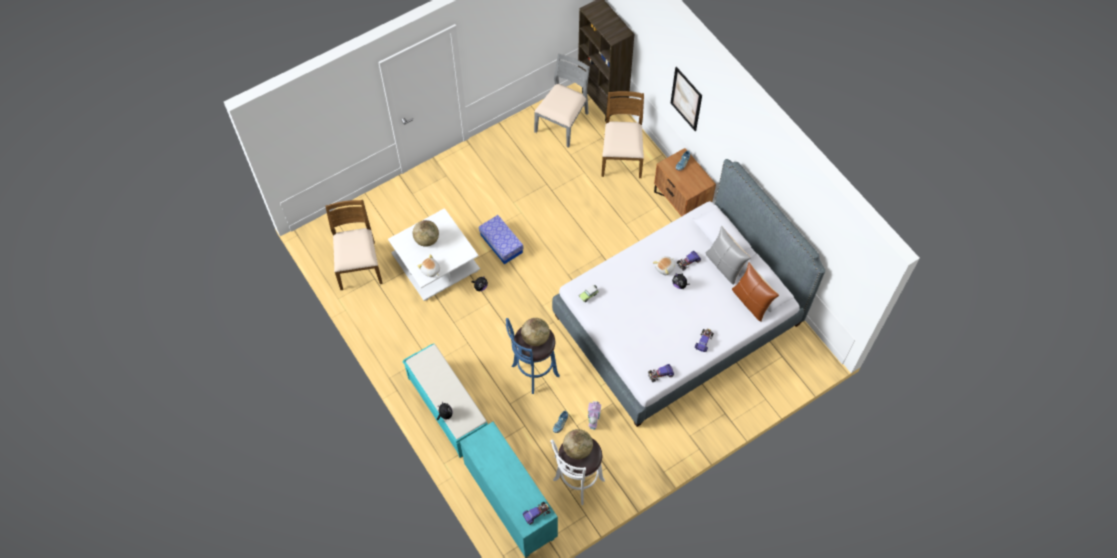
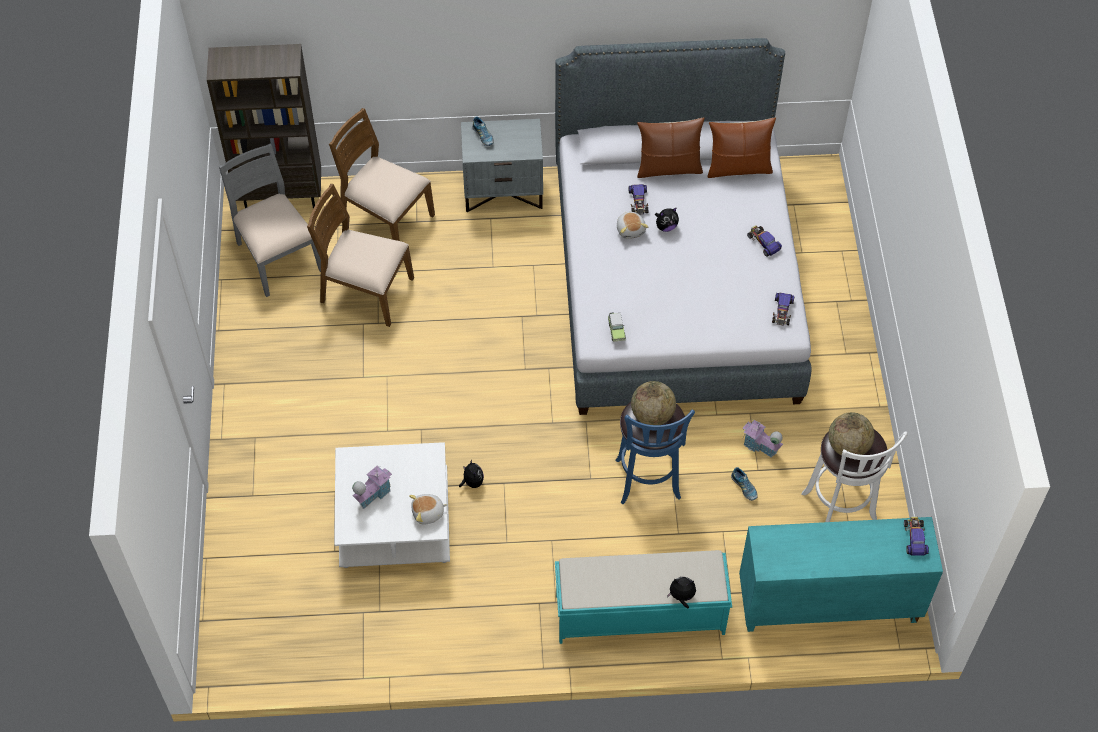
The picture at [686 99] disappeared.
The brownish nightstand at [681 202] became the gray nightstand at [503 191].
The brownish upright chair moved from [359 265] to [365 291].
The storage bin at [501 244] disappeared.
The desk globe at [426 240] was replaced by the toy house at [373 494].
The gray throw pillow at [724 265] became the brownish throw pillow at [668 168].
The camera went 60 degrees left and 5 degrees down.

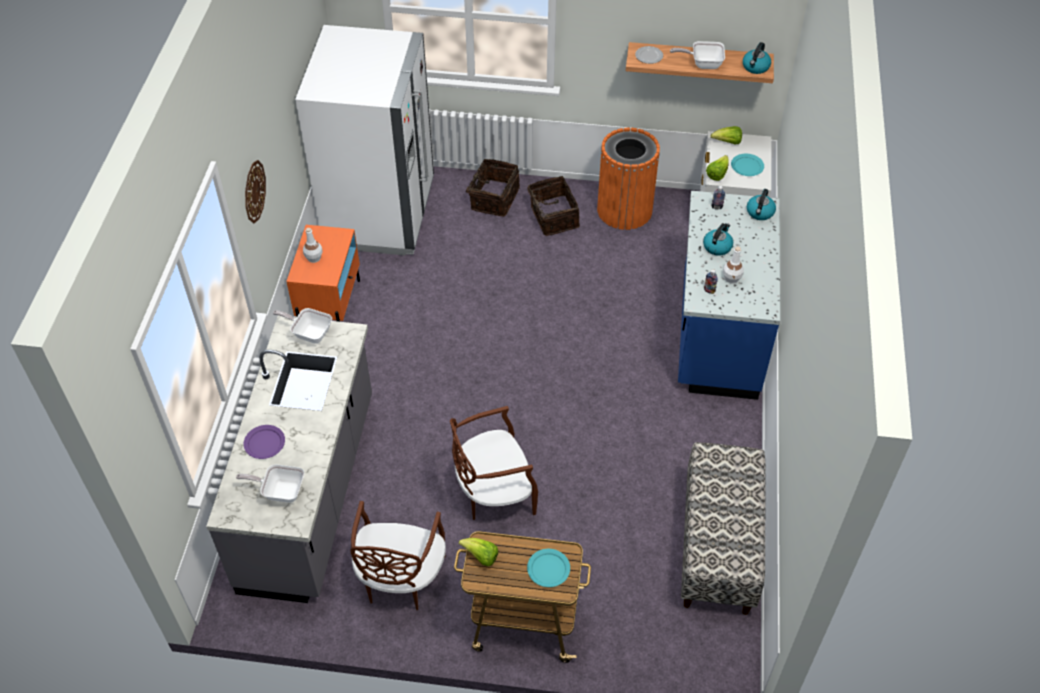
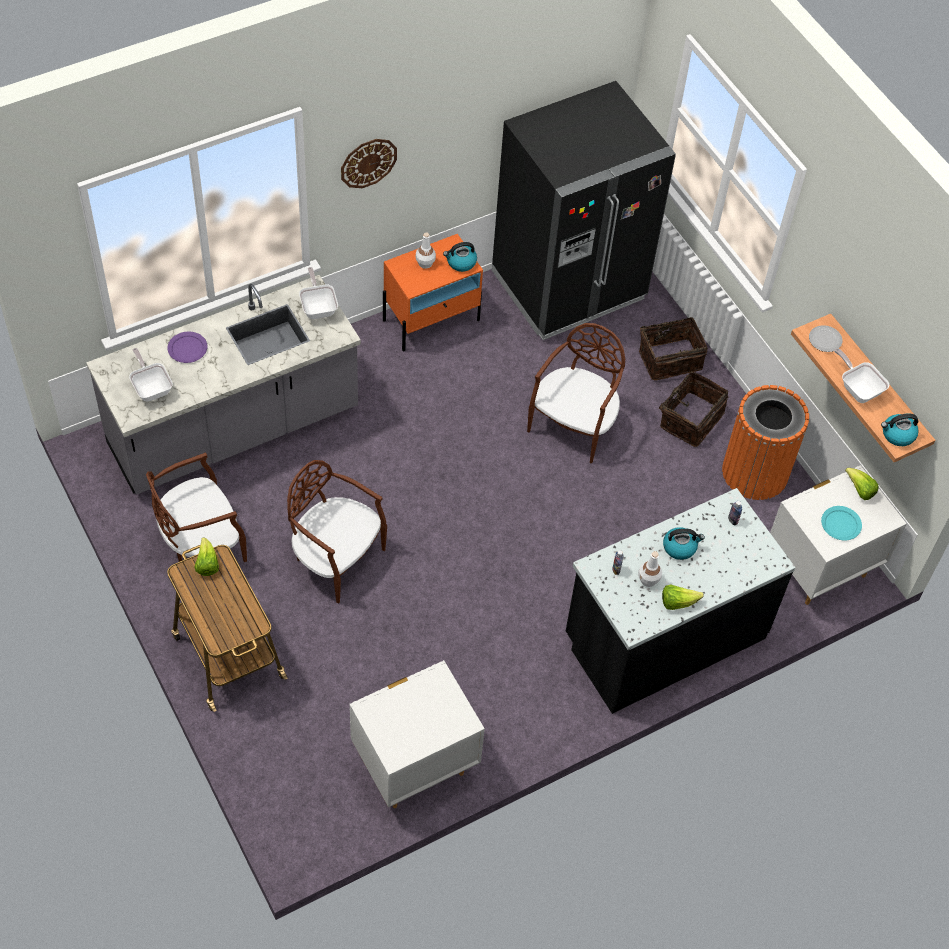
The white-coloured fridge at [380 214] became the black fridge at [568 286].
The head of lettuce moved from [717 174] to [677 602].
The kettle moved from [760 212] to [461 262].
The bluish counter at [717 334] became the black counter at [663 637].
The indoor bench at [718 546] was replaced by the white-coloured nightstand at [414 766].
The blue-green dinner plate at [548 569] disappeared.
The brownish upright chair at [574 425] appeared.
The camera went 50 degrees right and 5 degrees up.

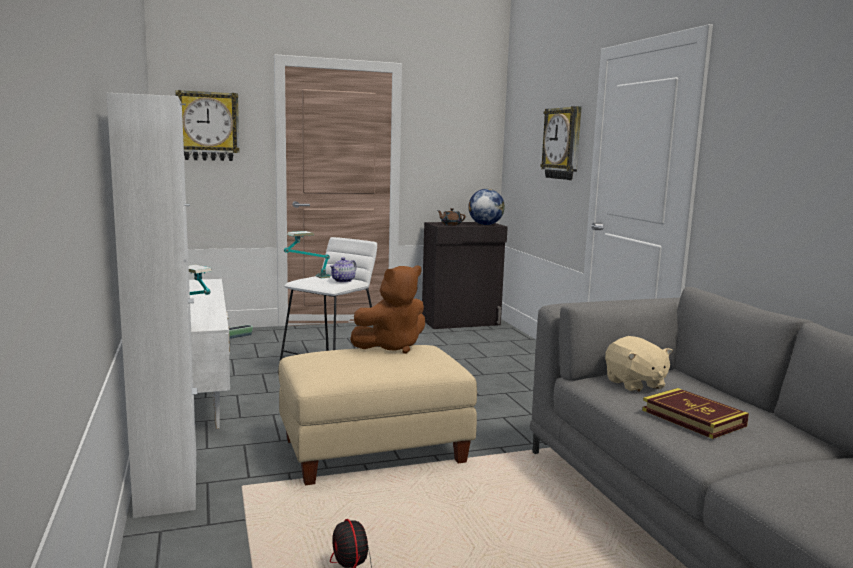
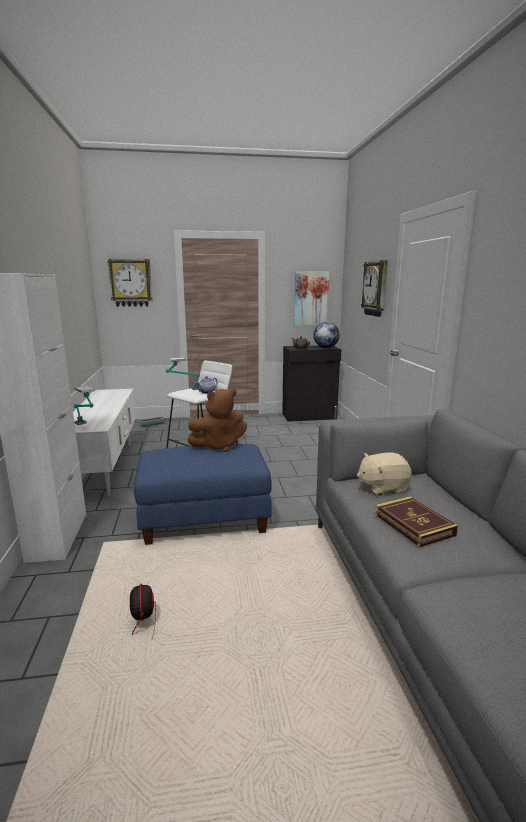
The sand-coloured soft toy at [634 384] turned 90 degrees clockwise.
The sand-coloured footrest at [373 452] became the bluish footrest at [204 519].
The picture at [311 298] appeared.
The camera went 10 degrees right and 5 degrees up.

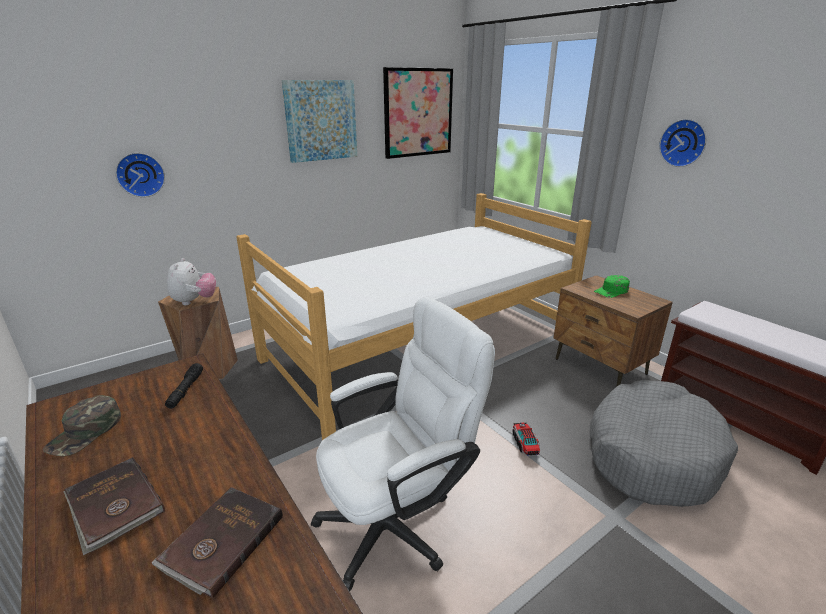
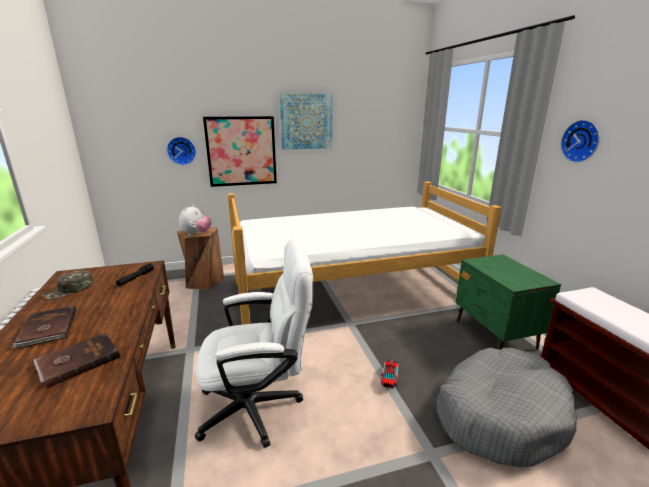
The picture moved from [418 113] to [241 151].
The brownish nightstand at [600 367] became the green nightstand at [495 335].
The green cap at [611 291] disappeared.
The camera went 20 degrees right and 5 degrees down.

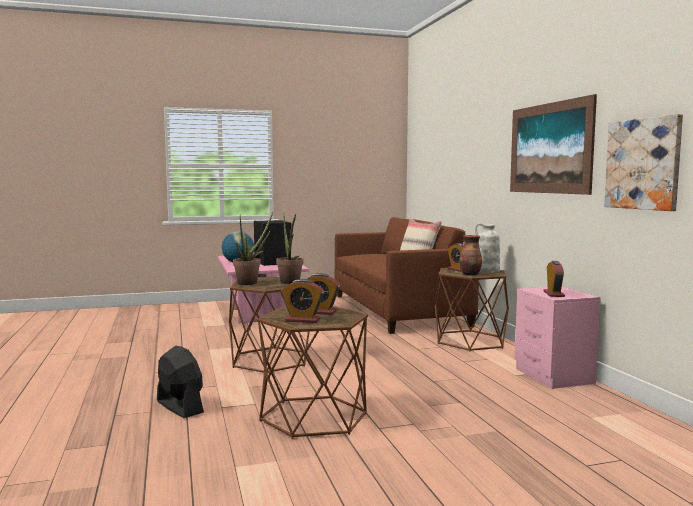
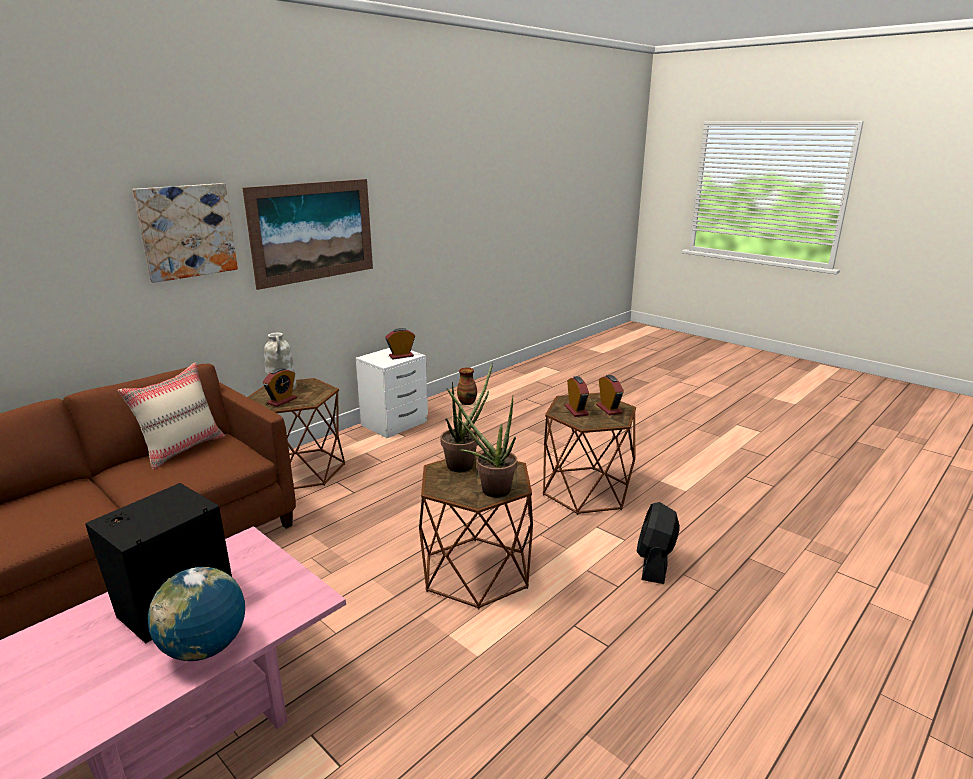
The picture moved from [643 164] to [187 231].
The decorative vase moved from [470 274] to [467 402].
The pinkish nightstand at [553 376] became the white-coloured nightstand at [396 423].
The camera went 120 degrees left and 15 degrees up.

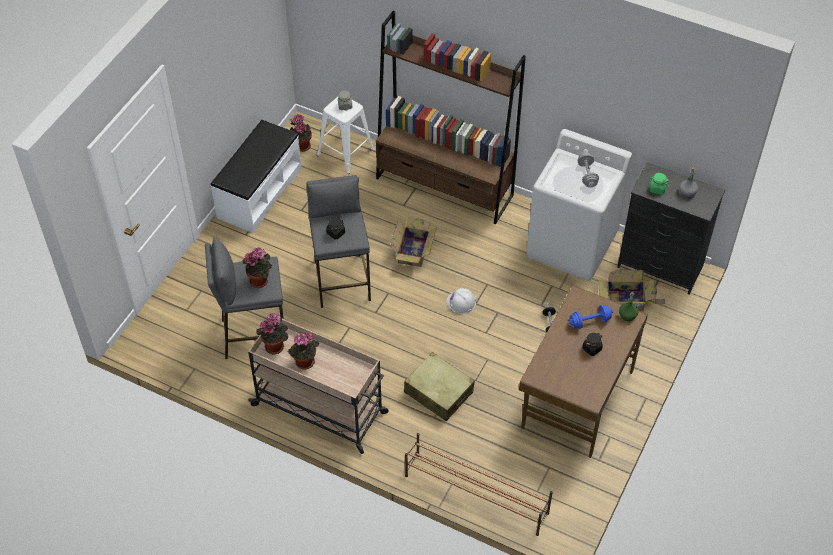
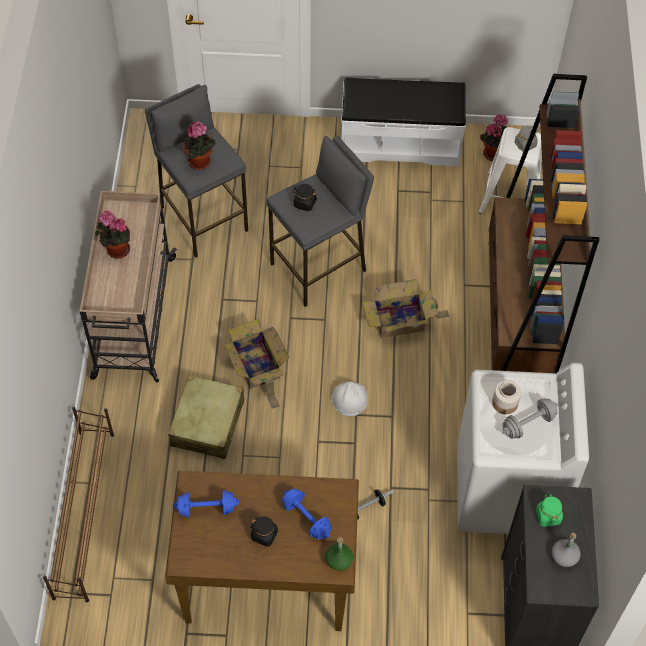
The carton moved from [626 301] to [256 367].
The plant in a pot at [275 345] disappeared.
The preserve jar at [504 403] appeared.
The bluish free weight at [206 508] appeared.
The camera went 65 degrees right and 5 degrees up.

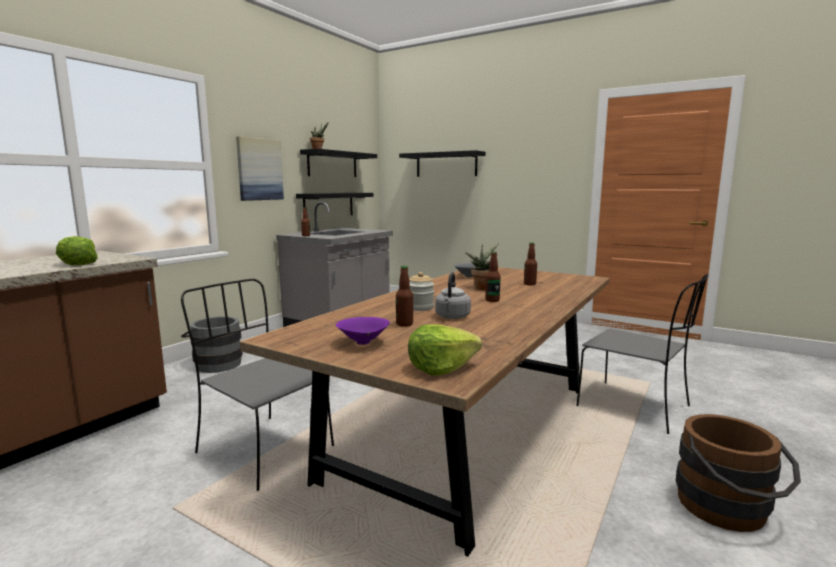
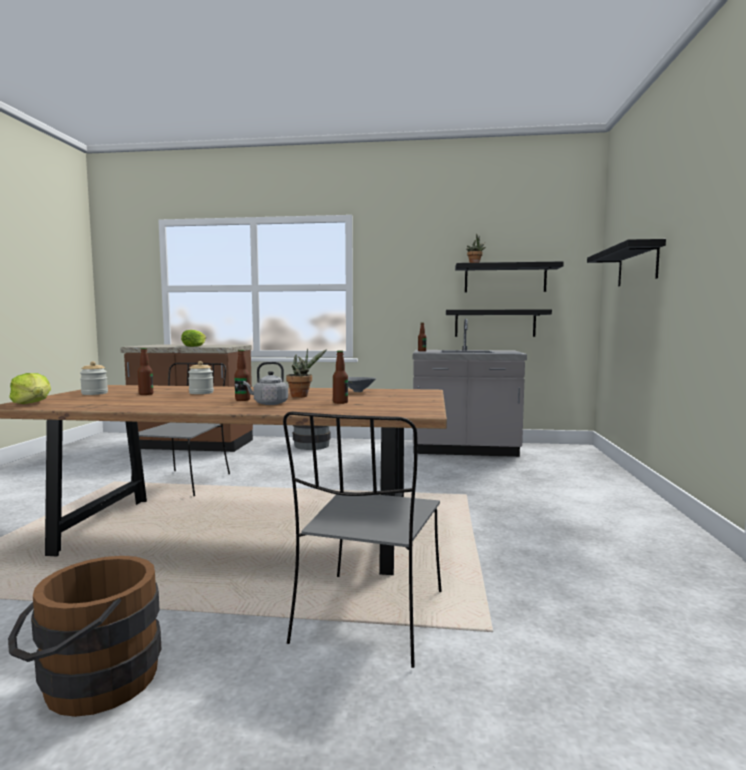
The picture at [259 169] disappeared.
The gray kettle moved from [452 317] to [268 404].
The purple bowl at [363 343] was replaced by the preserve jar at [94 393].
The camera went 65 degrees right and 5 degrees down.

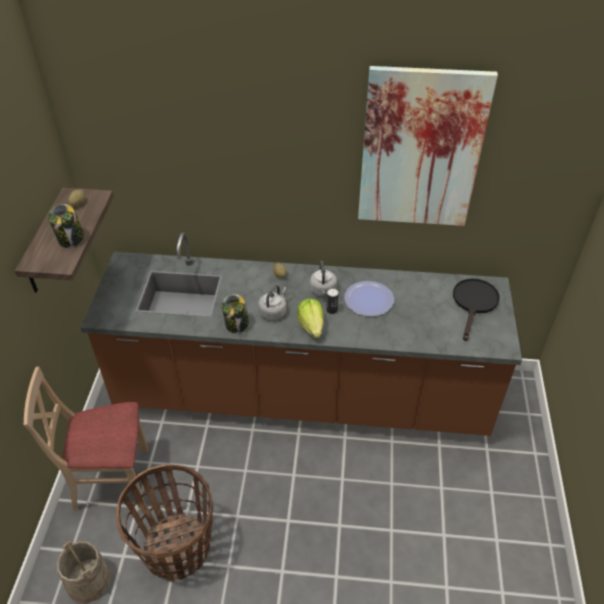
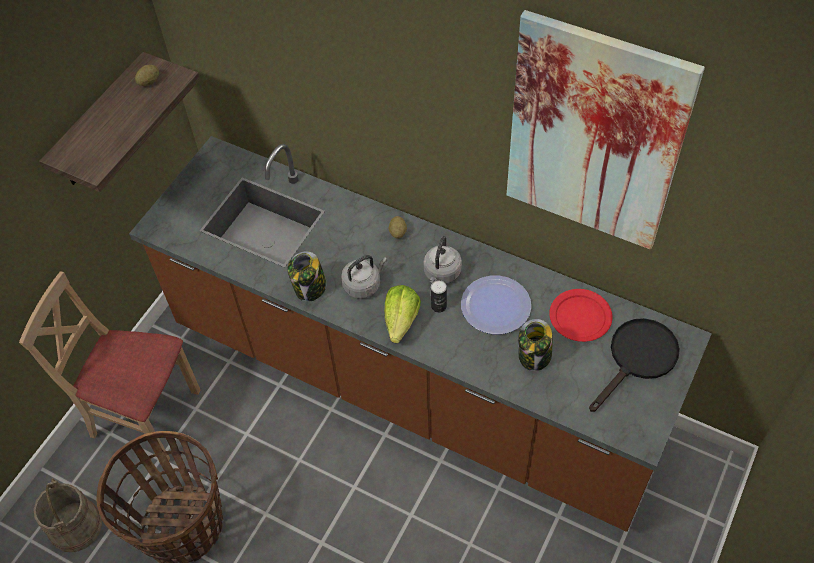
The preserve jar moved from [71 239] to [534 356].
The reddish dinner plate at [580 317] appeared.
The camera went 25 degrees right and 10 degrees up.

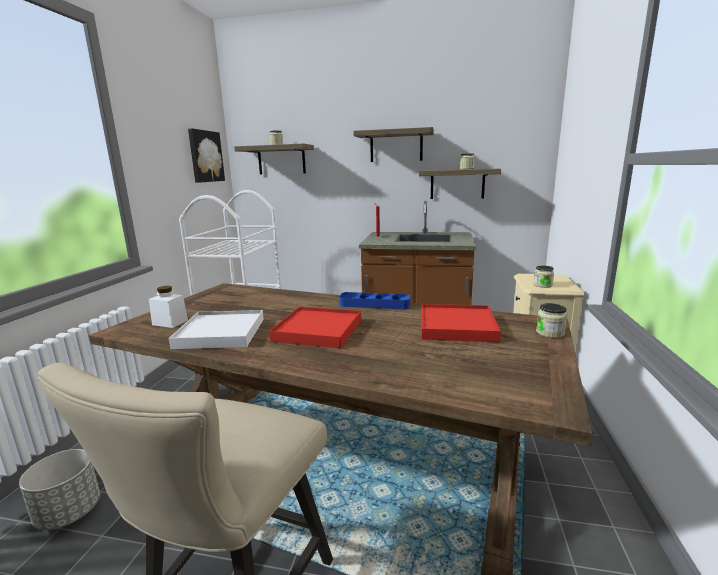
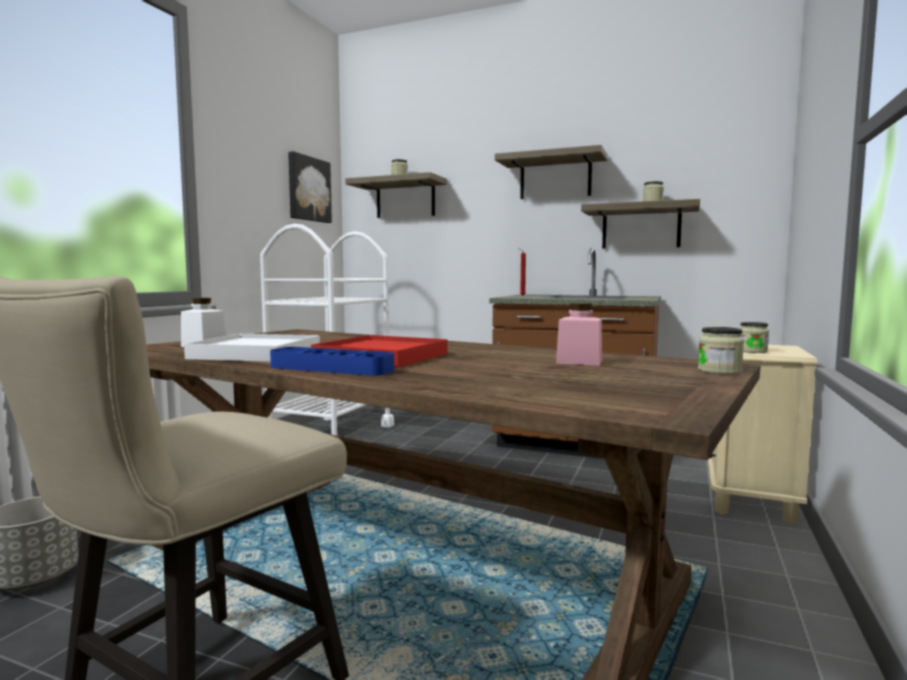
The bluish carrying tray moved from [374 304] to [331 369].
The reddish carrying tray at [456 326] was replaced by the pinkish preserve jar at [579 362].
The camera went 10 degrees right and 10 degrees down.

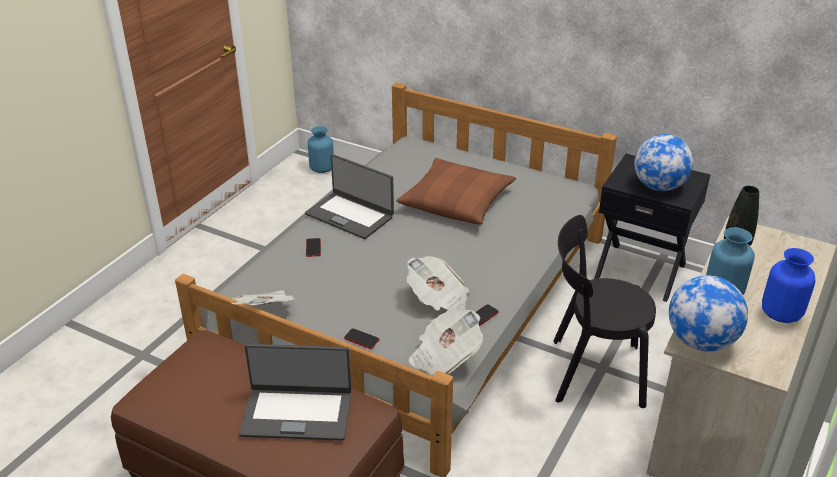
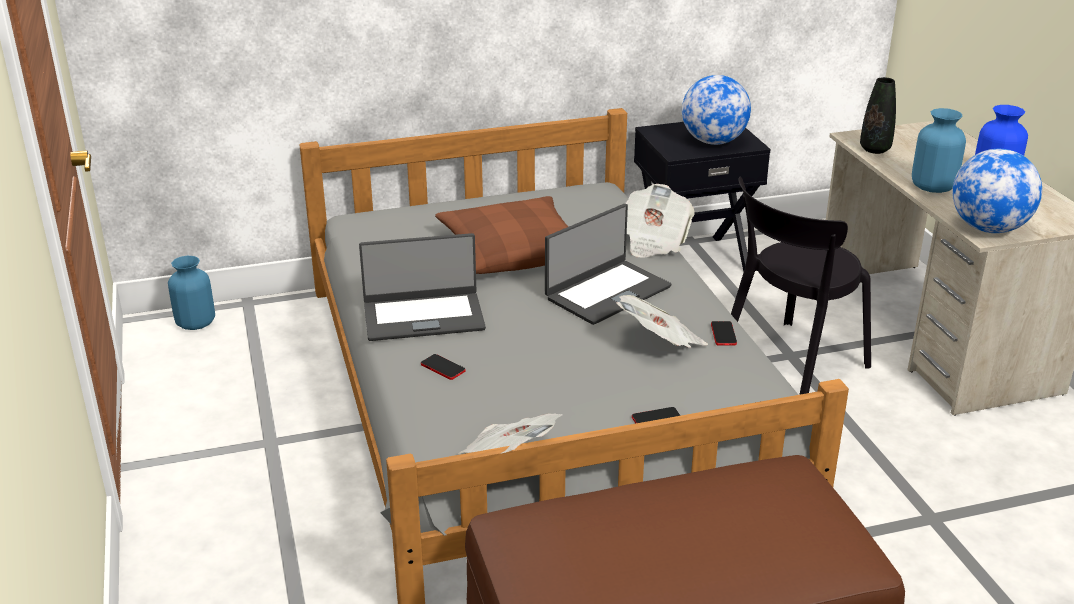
The daily paper moved from [444 357] to [653 241].
The notebook computer moved from [297 413] to [607 292].
The camera went 45 degrees left and 5 degrees down.

